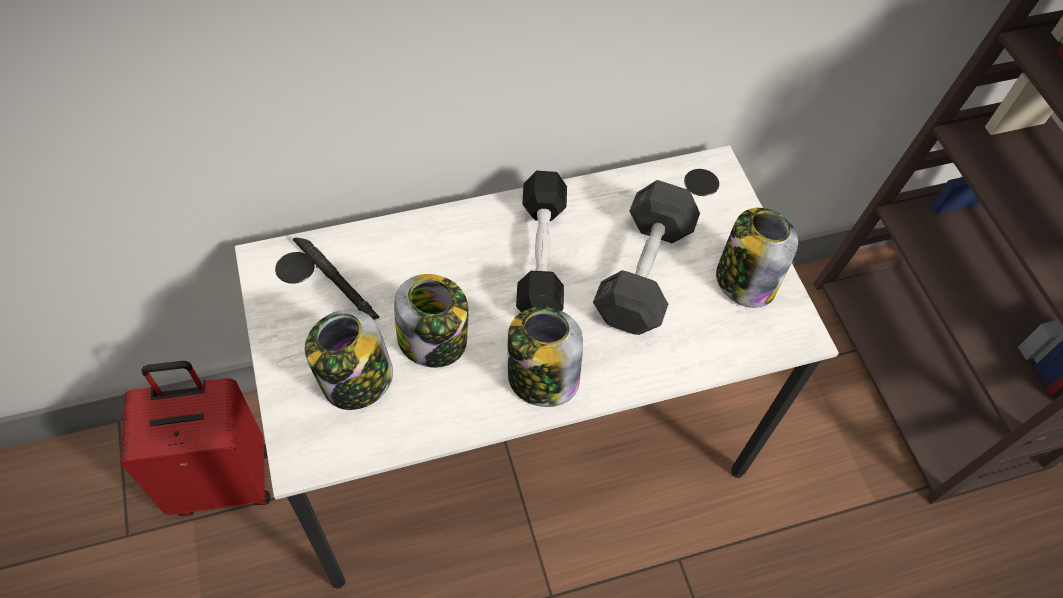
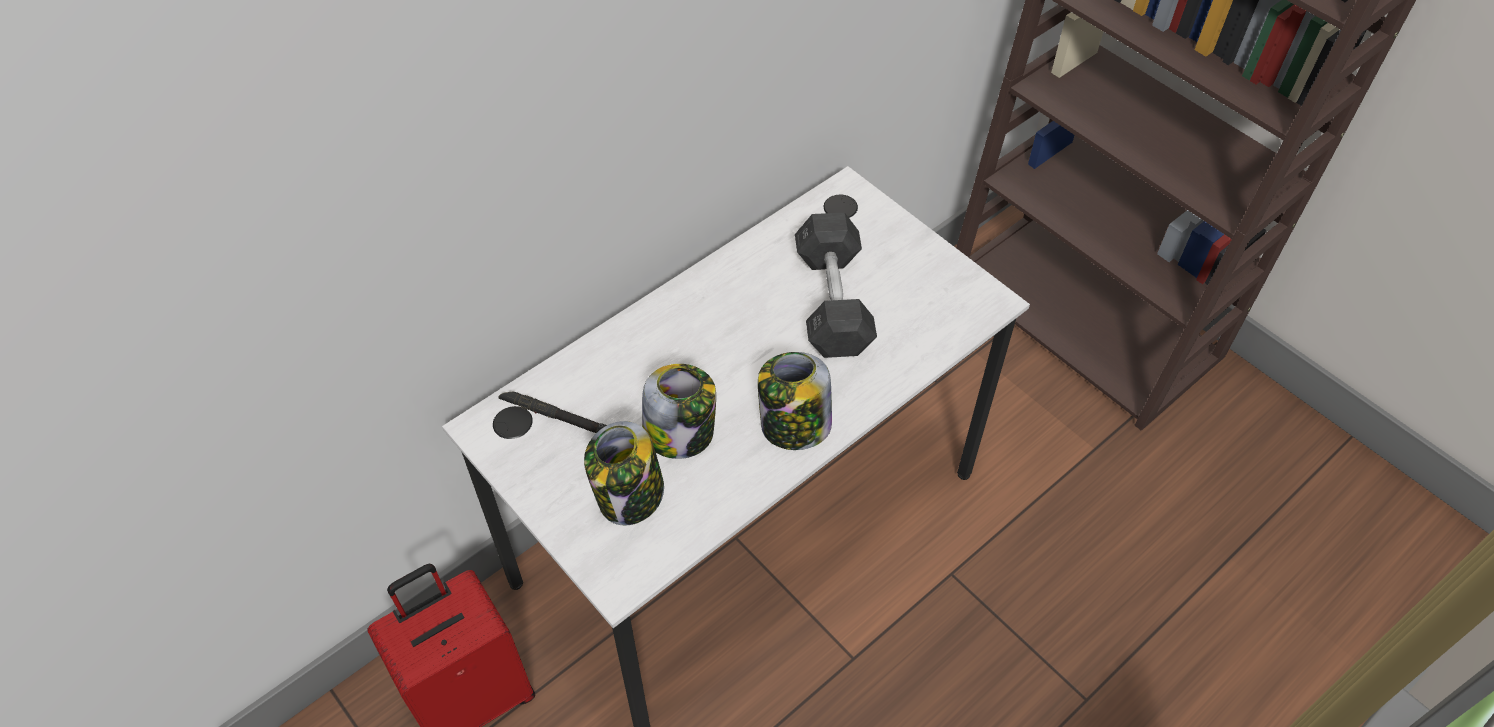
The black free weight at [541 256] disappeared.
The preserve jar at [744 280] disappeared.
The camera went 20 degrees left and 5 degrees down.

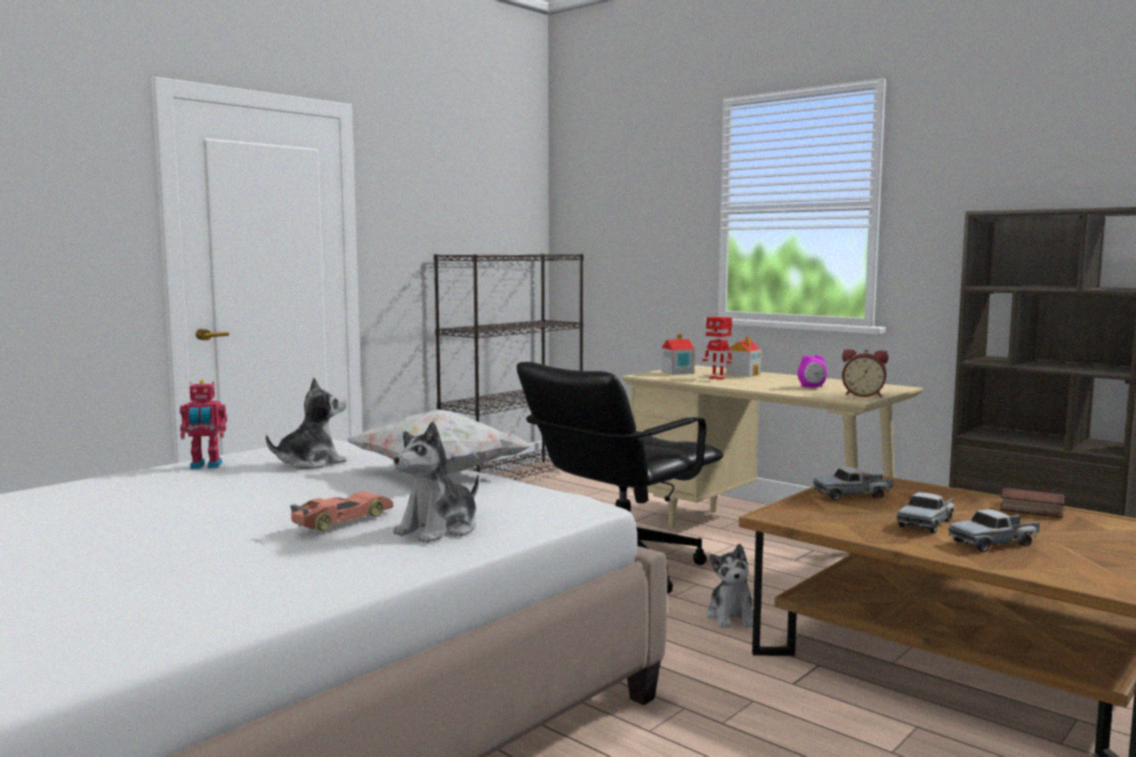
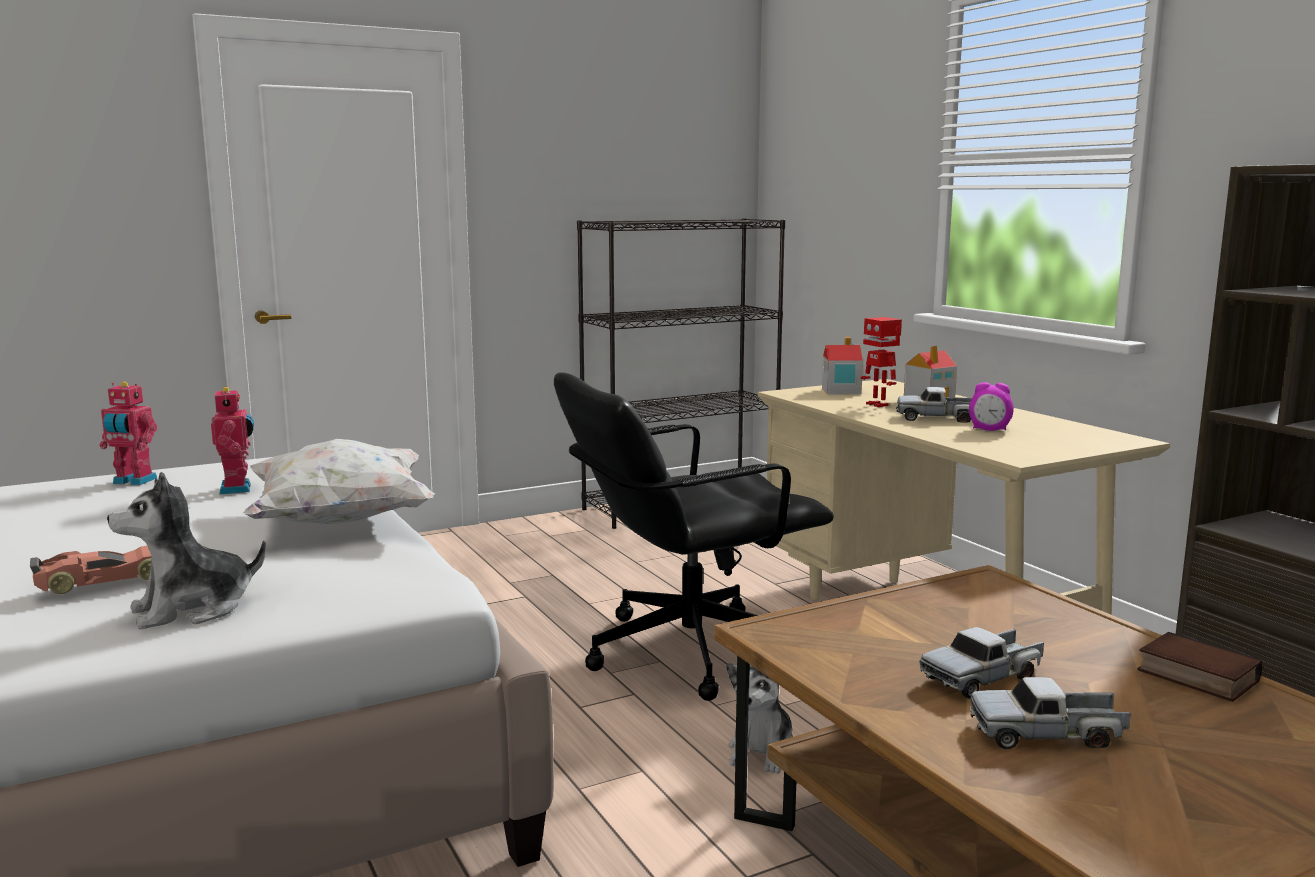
The bedside clock at [863 395] disappeared.
The soft toy at [310 463] was replaced by the robot figure at [238 489].
The toy lorry moved from [852 495] to [938 418].
The camera went 20 degrees right and 5 degrees up.

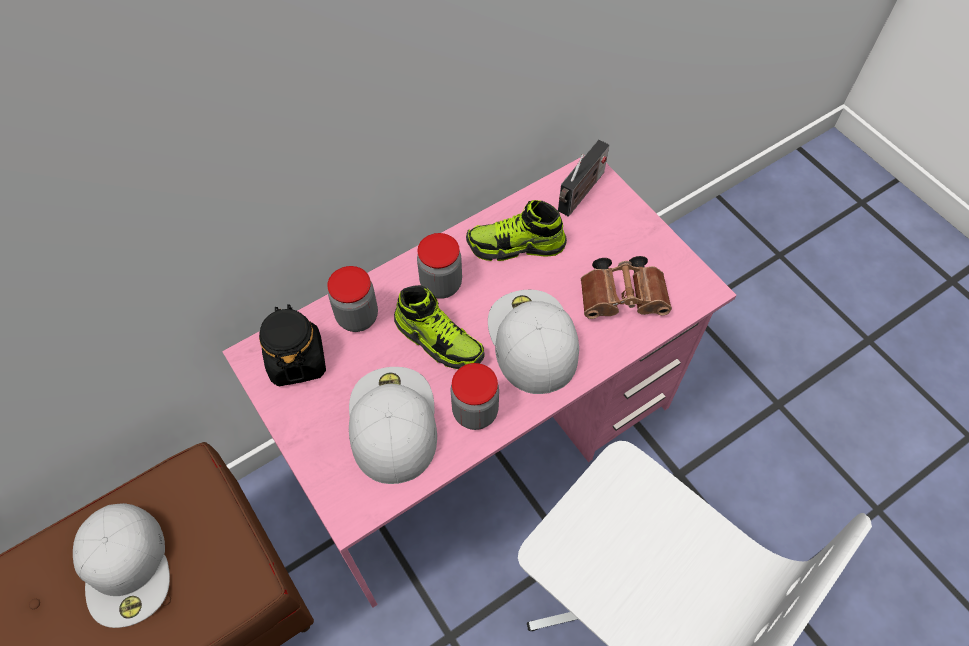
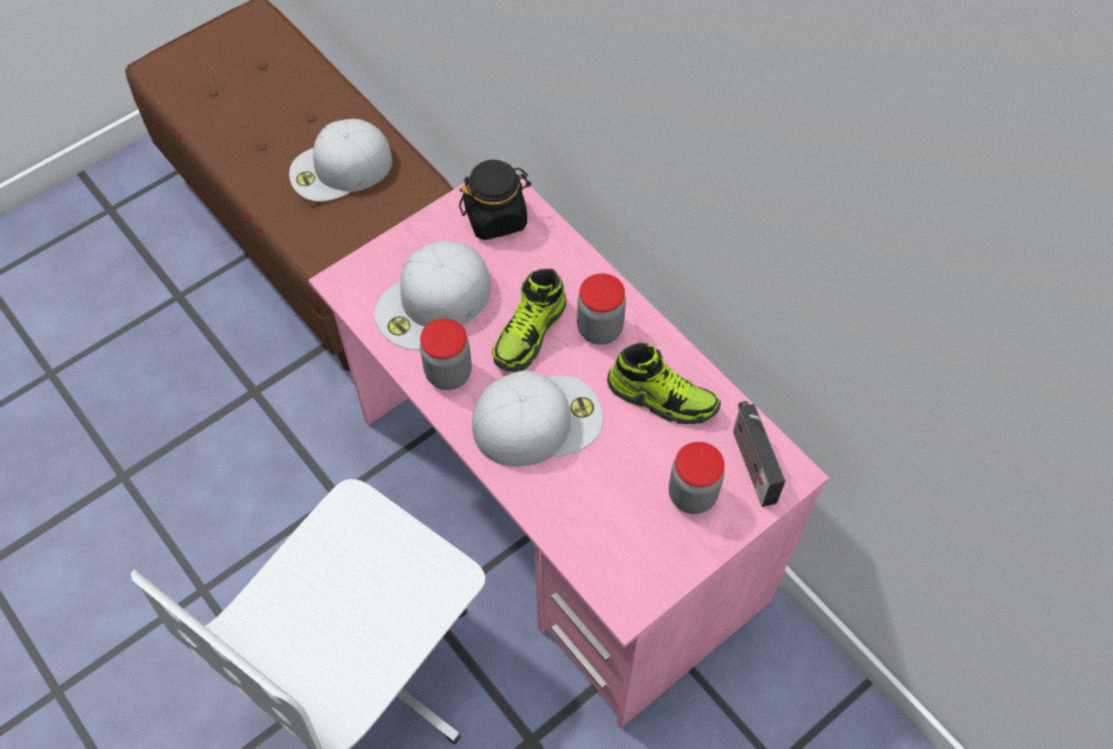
The radio set at [580 194] turned 45 degrees clockwise.
The item of footwear at [516 246] turned 120 degrees clockwise.
The brownish field glasses at [624 298] disappeared.
The preserve jar moved from [357 317] to [692 495].
The white-coloured cap at [391 422] turned 150 degrees clockwise.
The camera went 85 degrees right and 0 degrees up.

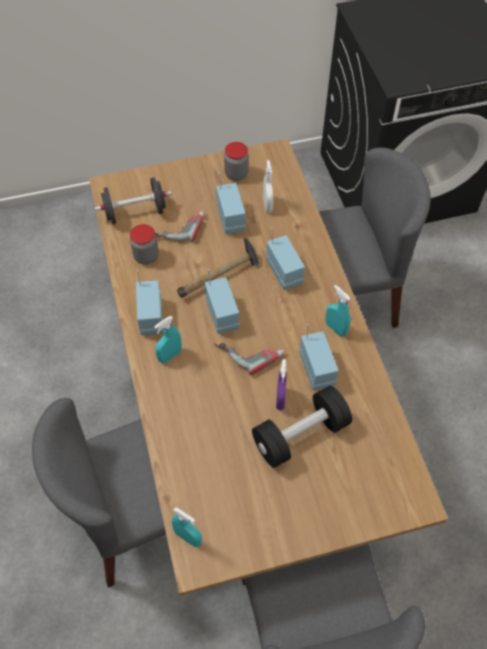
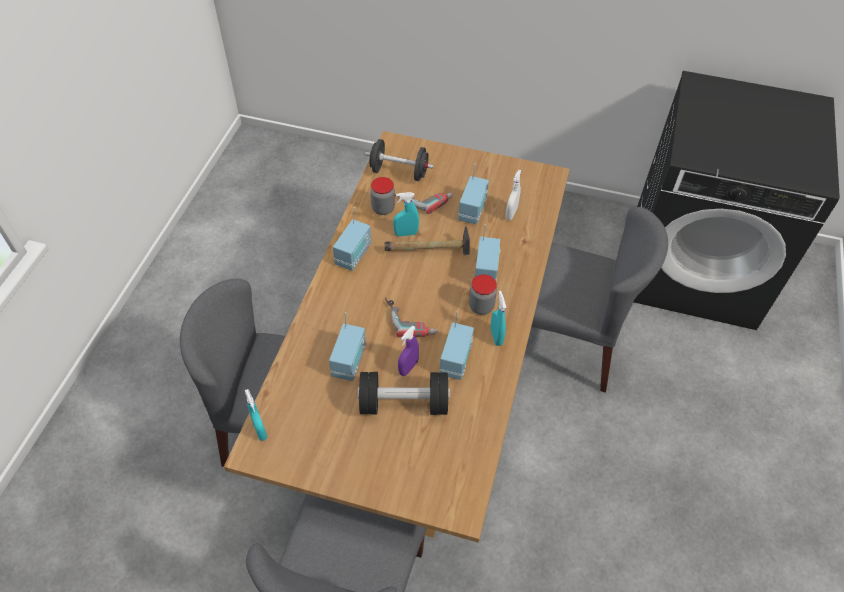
The preserve jar moved from [236 174] to [481 306].
The radio set moved from [223 314] to [349 361].
The blue-green sprayer moved from [170 355] to [406 233].
The camera went 30 degrees right and 5 degrees down.

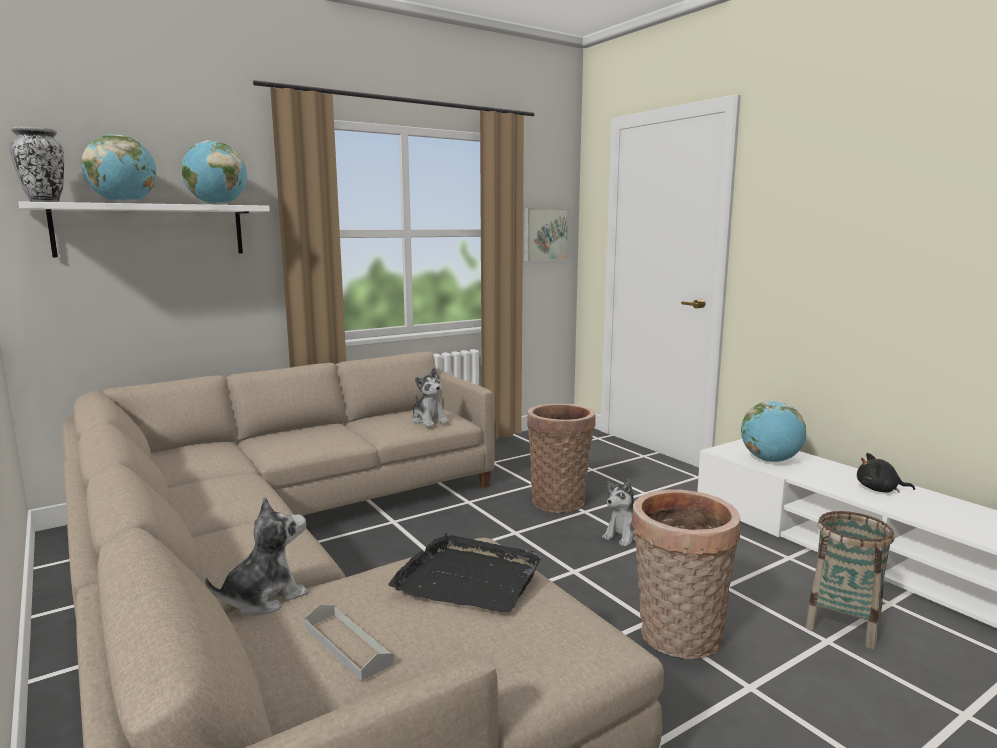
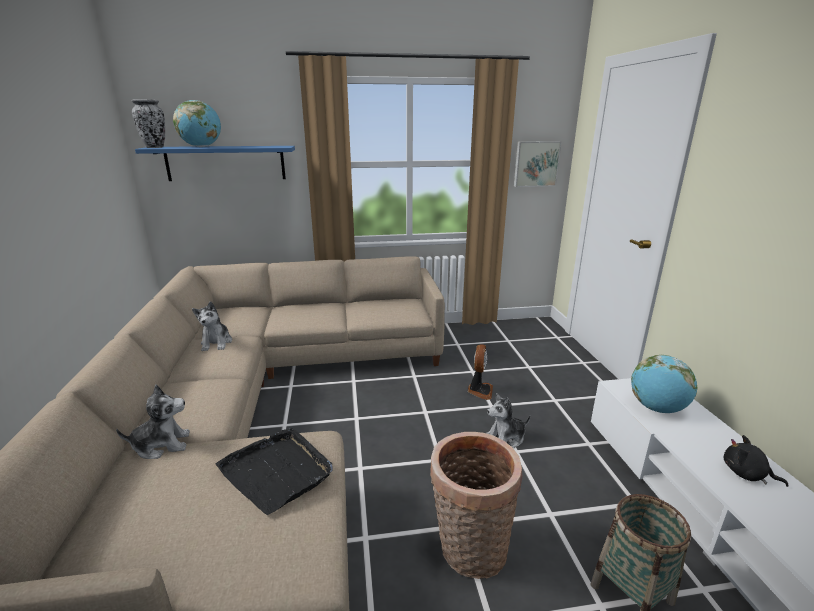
The desk globe at [217 204] disappeared.
The white-coloured wall shelf at [151 230] became the bluish wall shelf at [225 163].
The soft toy moved from [429 420] to [216 343].
The storage basket at [559 500] was replaced by the cooling fan at [479 390].
The gray carrying tray at [347 645] disappeared.
The camera went 25 degrees right and 10 degrees up.

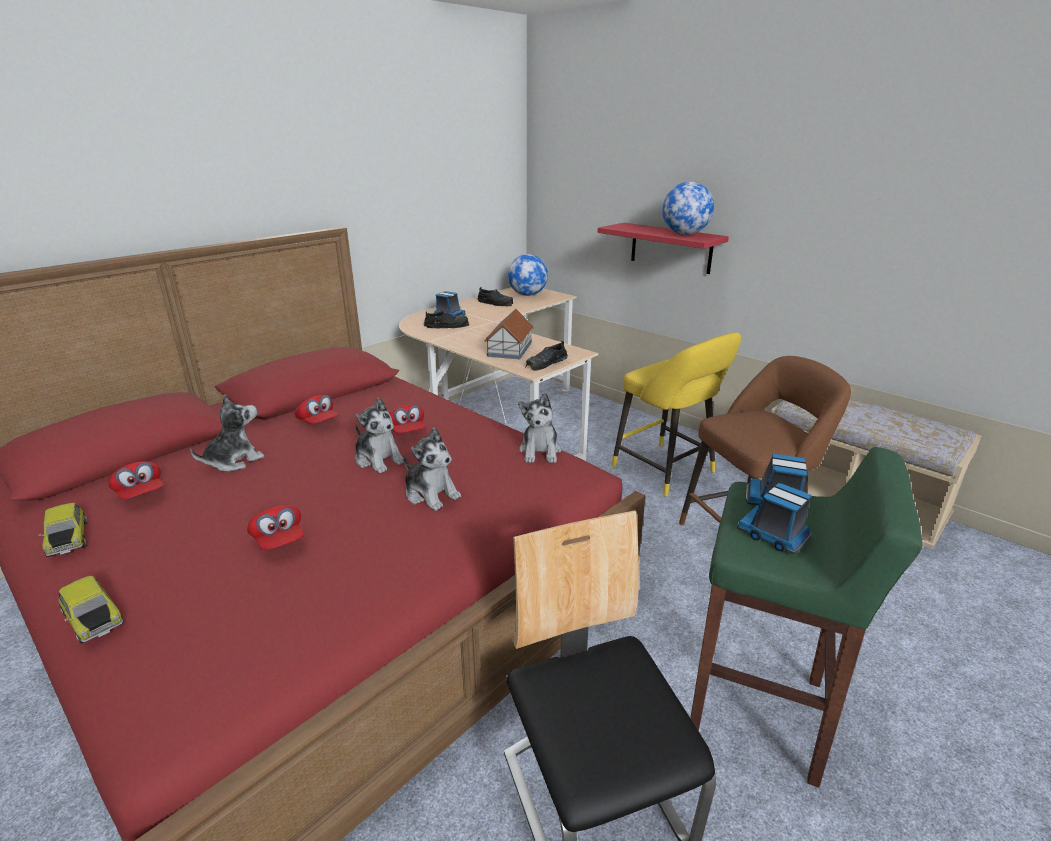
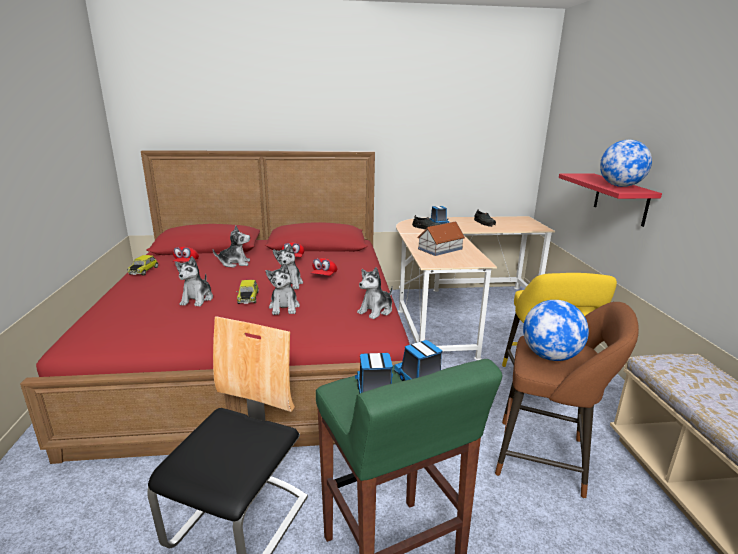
The desk globe moved from [527 295] to [550 356].
The black item of footwear at [546 363] disappeared.
The reddish cap at [279 540] was replaced by the soft toy at [197 299].
The miniature car moved from [92 619] to [247 298].
The camera went 40 degrees right and 5 degrees down.

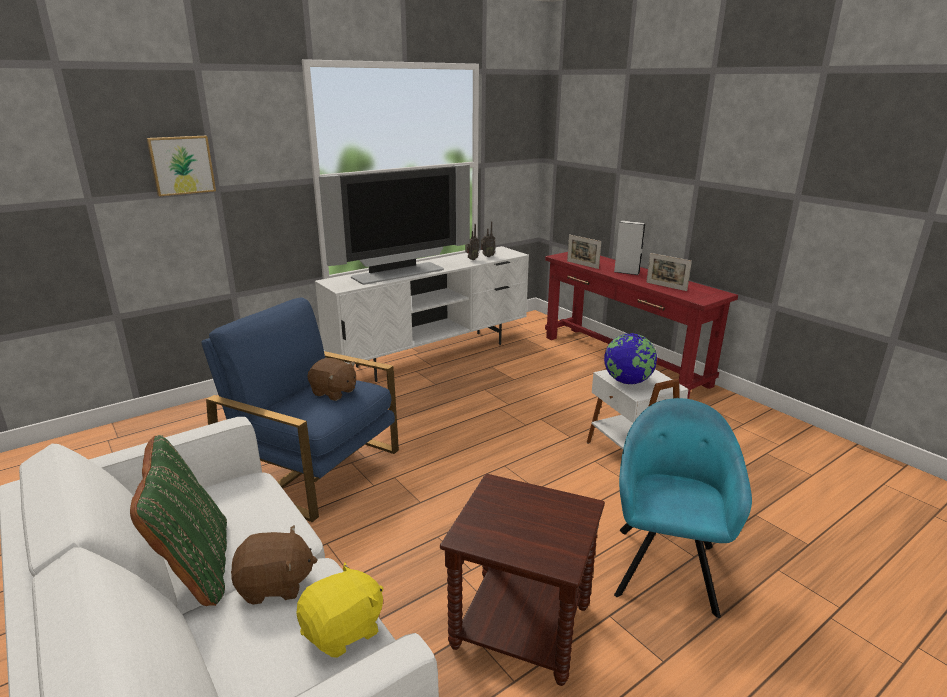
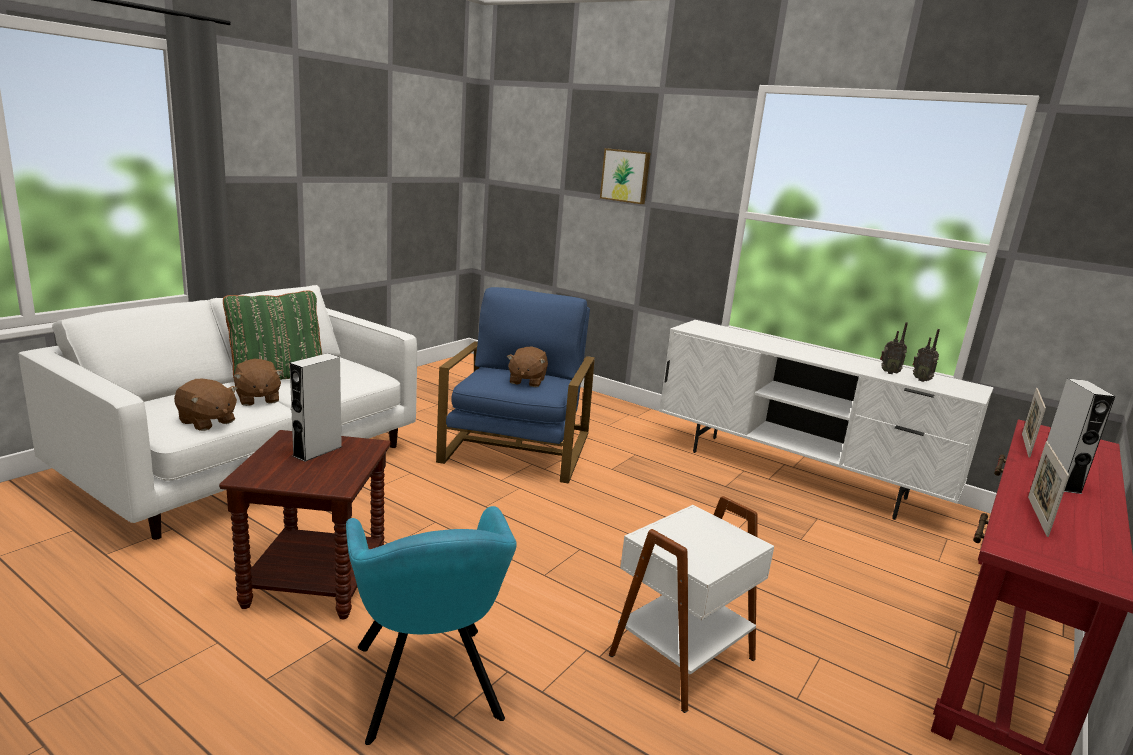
The TV set at [399 274] disappeared.
The desk globe at [627 381] disappeared.
The blue-green armchair at [665 565] turned 75 degrees clockwise.
The yellow soft toy at [344 630] became the brownish soft toy at [207 422].
The gray loudspeaker at [317 451] appeared.
The camera went 70 degrees right and 5 degrees down.

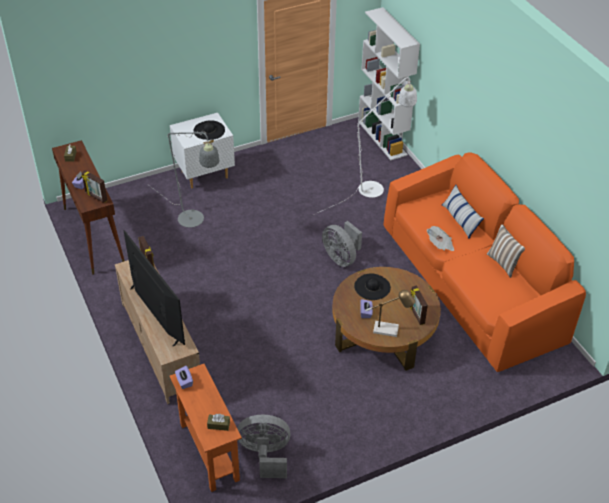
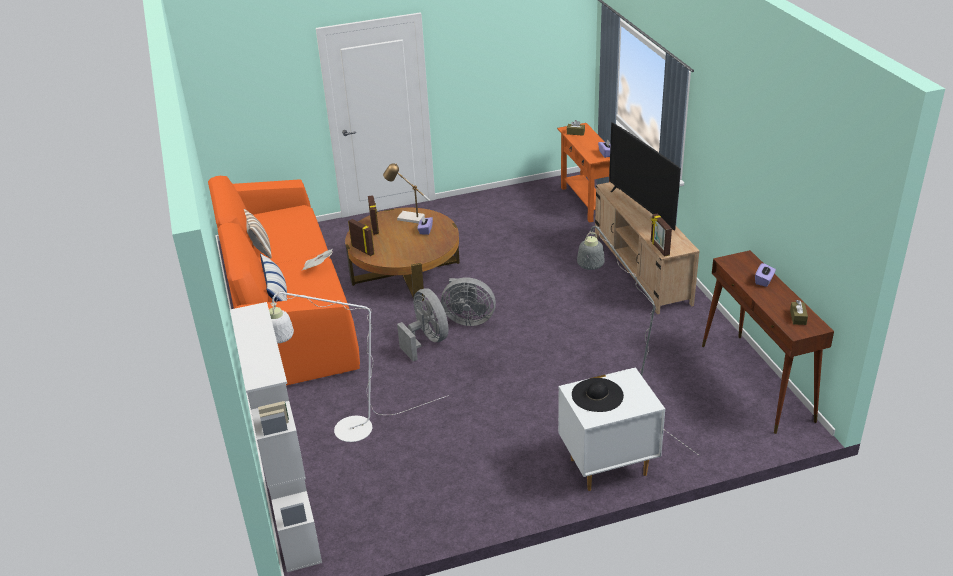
The photo frame moved from [96 197] to [363 250].
The black wearable hat at [372 287] disappeared.
The gray cooling fan moved from [265 455] to [468 319].
The camera went 170 degrees left and 10 degrees down.

